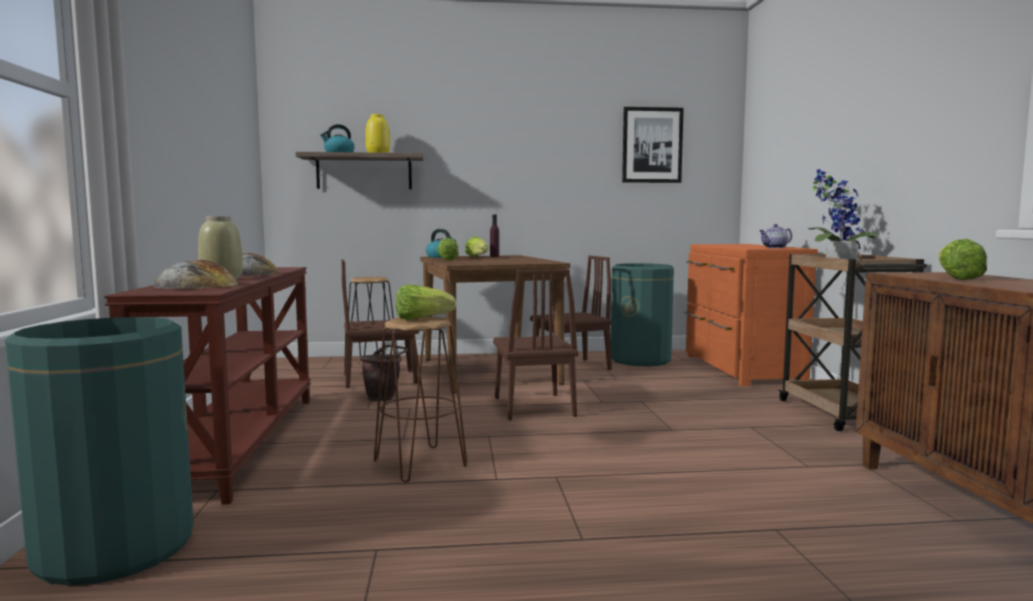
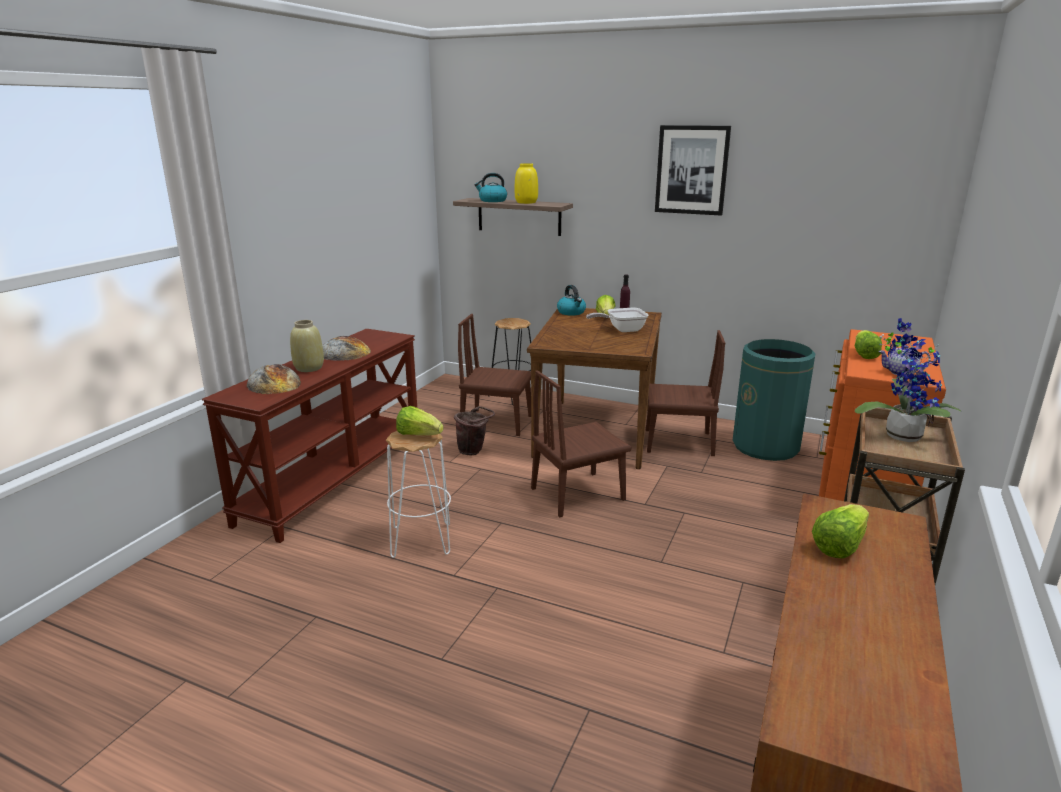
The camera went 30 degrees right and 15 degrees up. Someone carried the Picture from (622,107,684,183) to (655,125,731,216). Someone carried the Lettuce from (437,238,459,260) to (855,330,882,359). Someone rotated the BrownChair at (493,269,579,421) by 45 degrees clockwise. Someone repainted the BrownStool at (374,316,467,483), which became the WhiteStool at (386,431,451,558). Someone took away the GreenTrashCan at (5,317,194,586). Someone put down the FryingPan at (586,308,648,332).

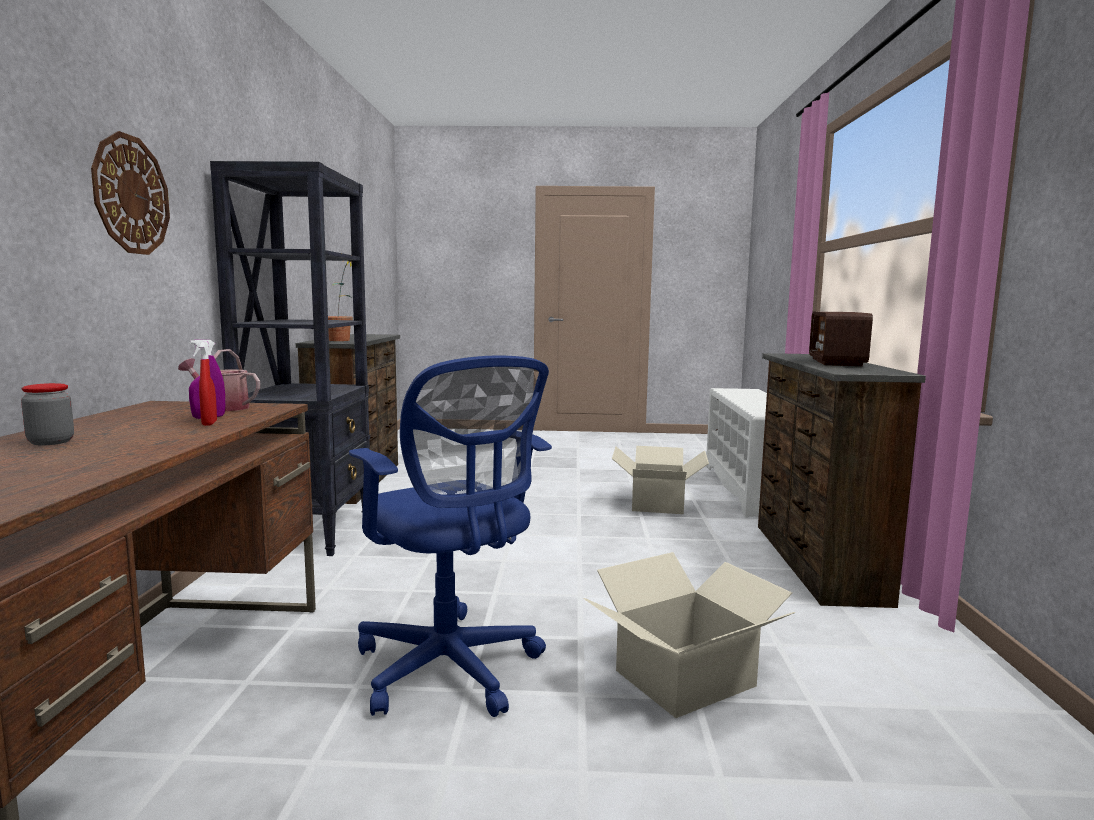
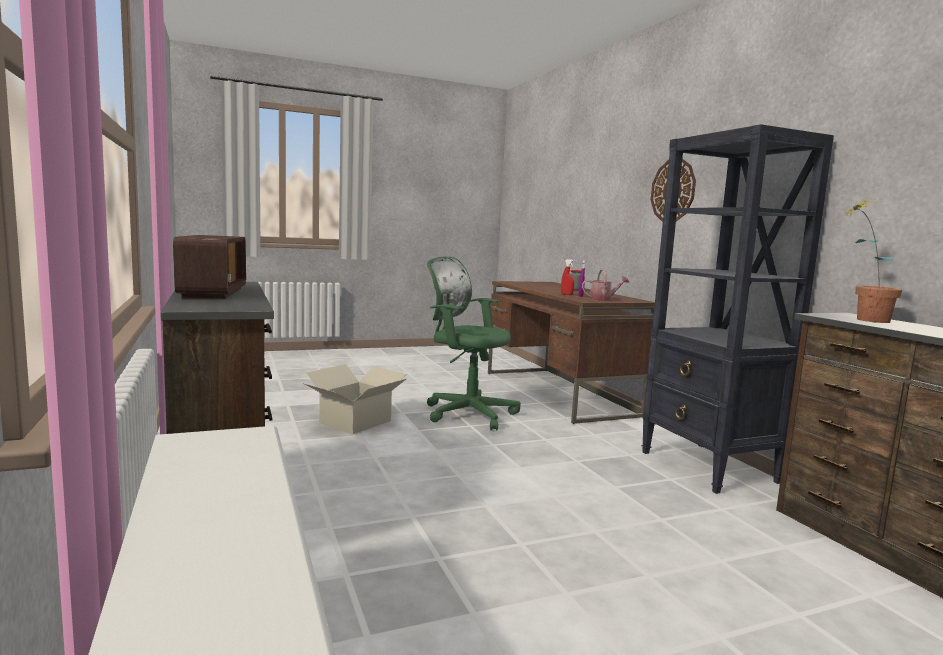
The camera went 155 degrees right and 0 degrees up. Someone repainted the BlueOfficeChair at (349,355,552,717), which became the GreenOfficeChair at (427,257,521,431). Someone took away the CardboardBox at (612,446,709,514).

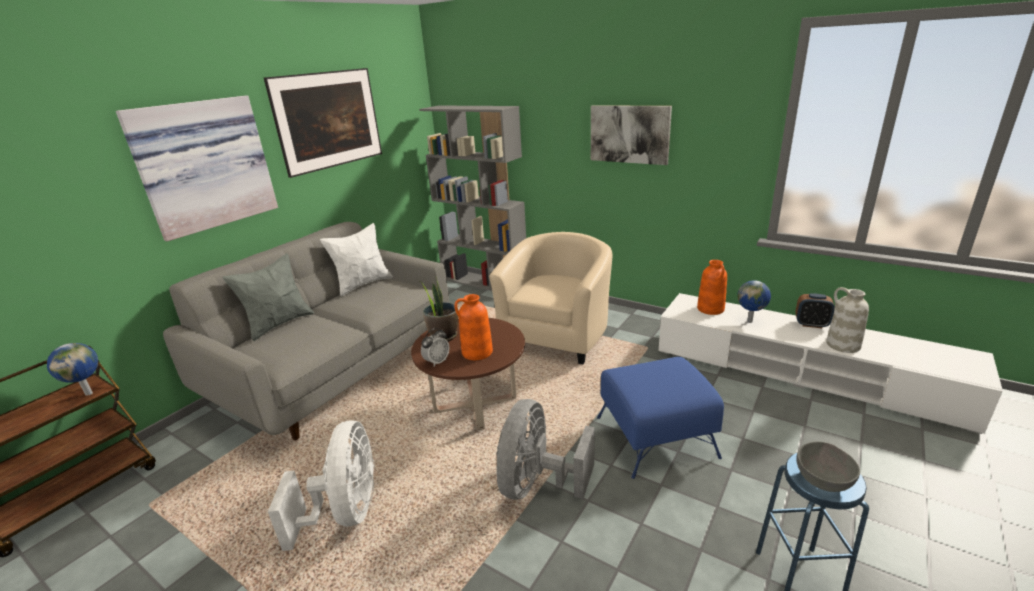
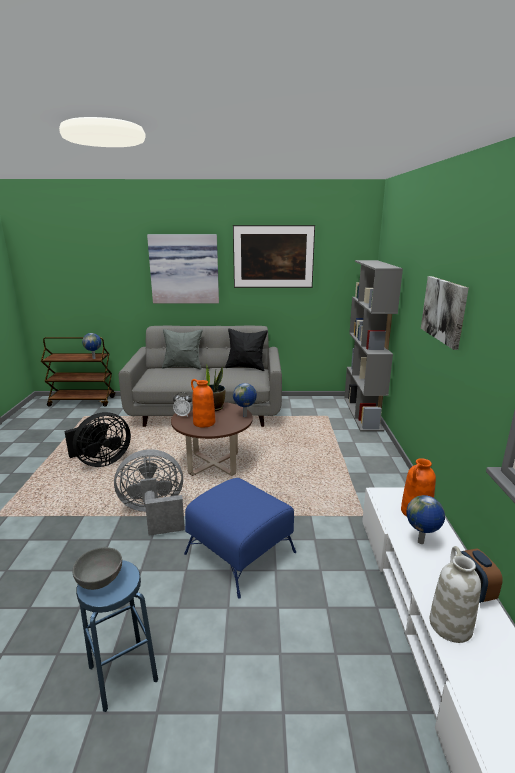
The camera went 55 degrees right and 5 degrees down. Someone repainted the WhitePillow at (320,223,393,297), which became the BlackPillow at (225,329,268,371). Someone took away the BeigeArmchair at (489,232,612,364). Someone repainted the WhiteFan at (268,420,375,551), which became the BlackFan at (64,412,131,467). Someone put down the Globe at (233,383,257,417).

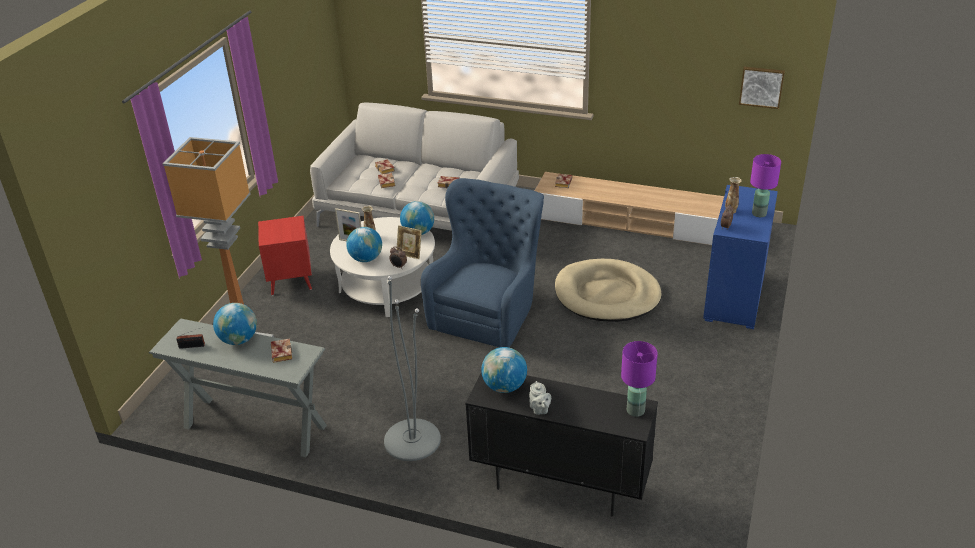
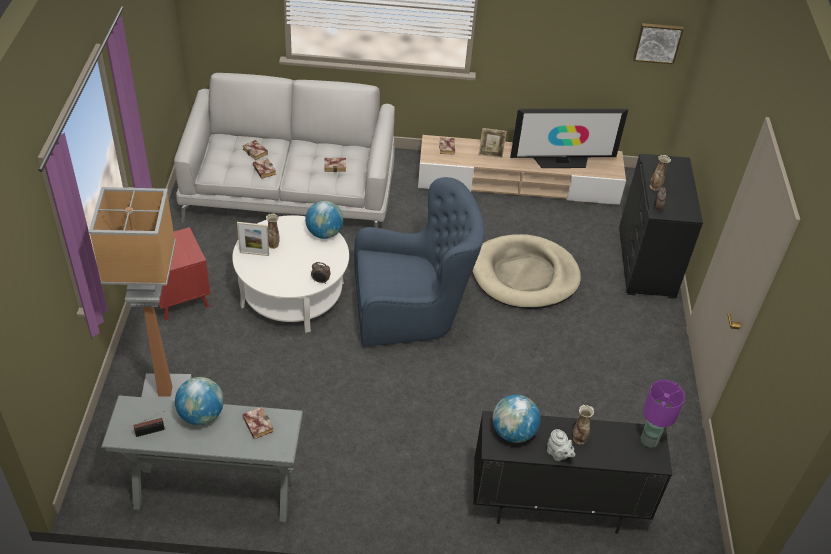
The camera went 20 degrees left and 10 degrees up. Someone took away the PurpleTableLamp at (750,154,781,217). Someone rotated the BlueArmchair at (421,178,544,348) by 75 degrees clockwise. Someone repainted the BlueDresser at (703,185,778,329), which became the BlackDresser at (619,154,703,299). Someone carried the PictureFrame from (397,225,422,259) to (479,128,507,158). Someone took away the Globe at (346,227,382,262). Someone took away the GreyFloorLamp at (384,276,441,461). Someone put down the Television at (510,109,629,168). Someone put down the Vase at (573,405,594,445).

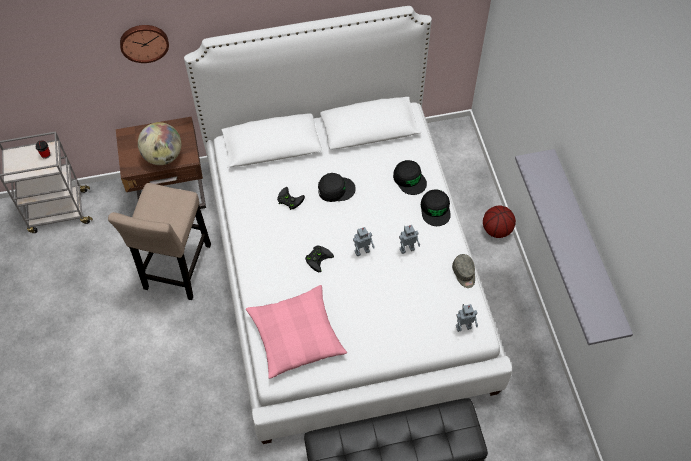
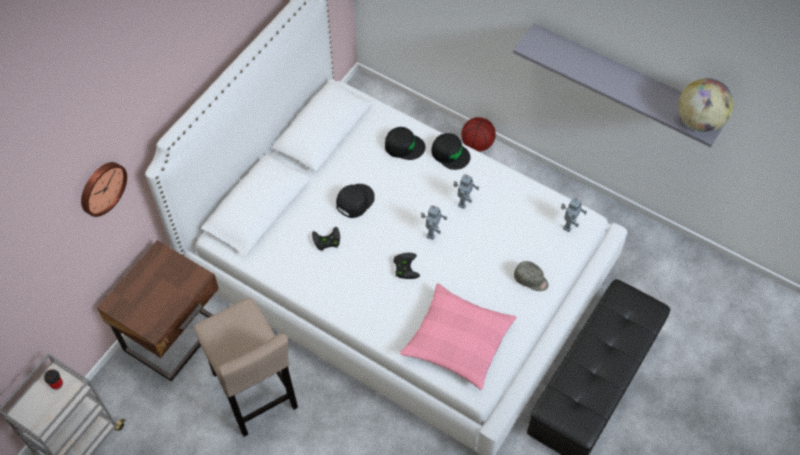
The camera went 45 degrees left and 0 degrees up. Someone carried the Globe from (138,122,181,165) to (678,78,734,132). Someone carried the GreyCap from (452,254,475,288) to (514,261,549,291).

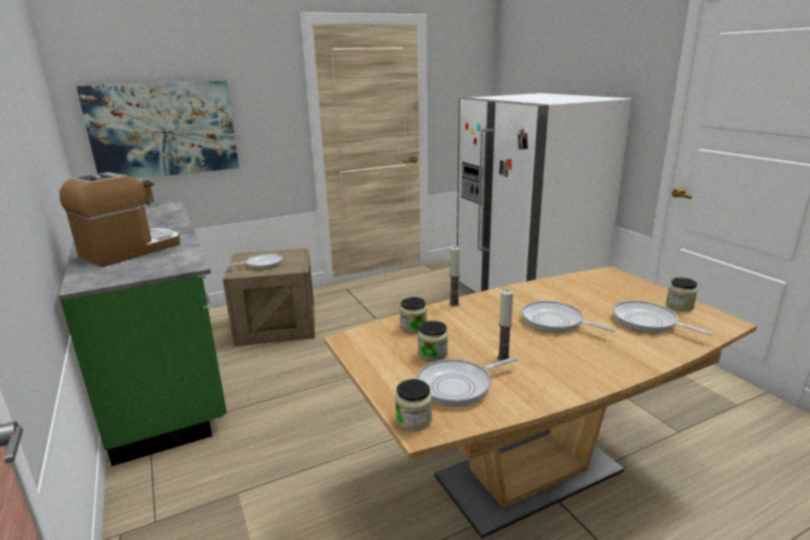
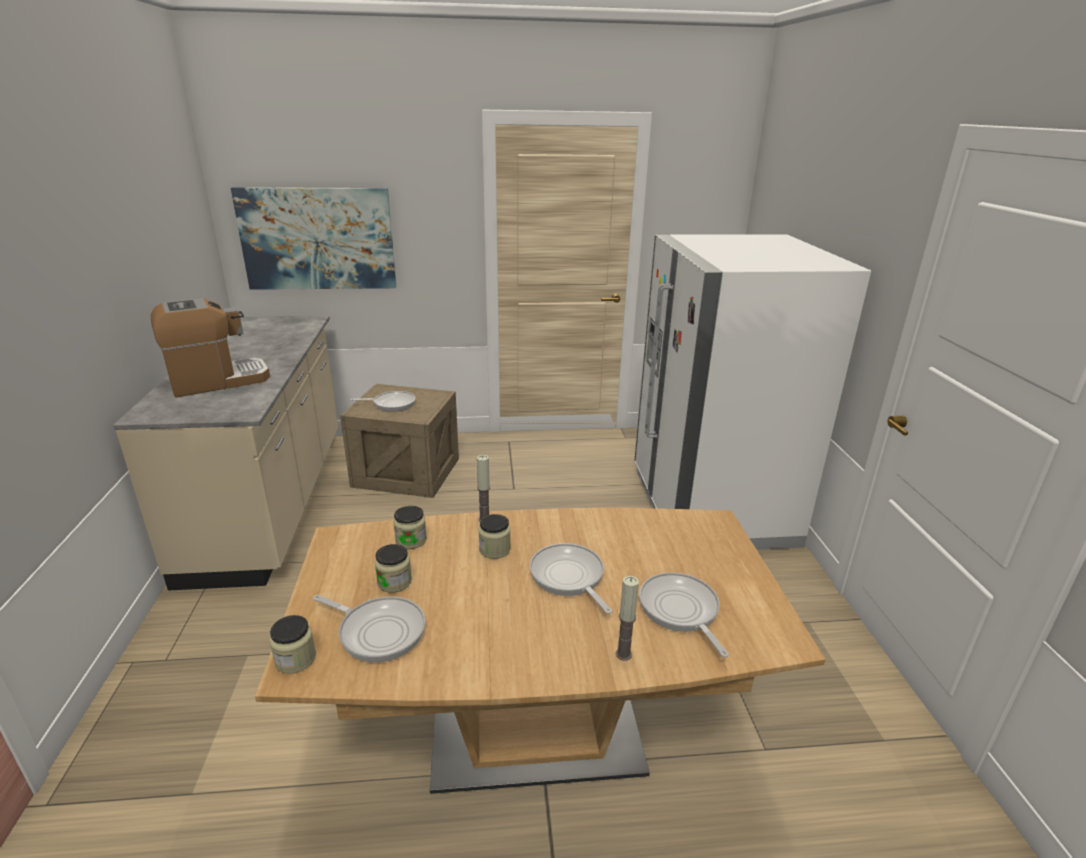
The camera went 20 degrees right and 5 degrees up. Someone repainted the GreenCounter at (59,199,227,466), which became the BeigeCounter at (113,316,338,591). Someone carried the Jar from (666,277,698,312) to (479,514,511,559). Someone carried the Candle from (497,290,513,361) to (616,576,639,661). Someone rotated the FryingPan at (417,357,518,407) by 150 degrees counterclockwise.

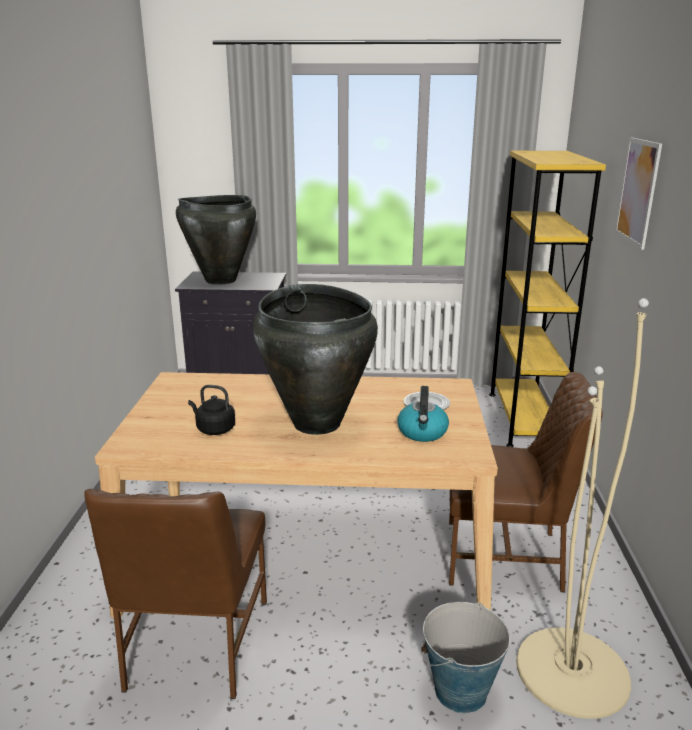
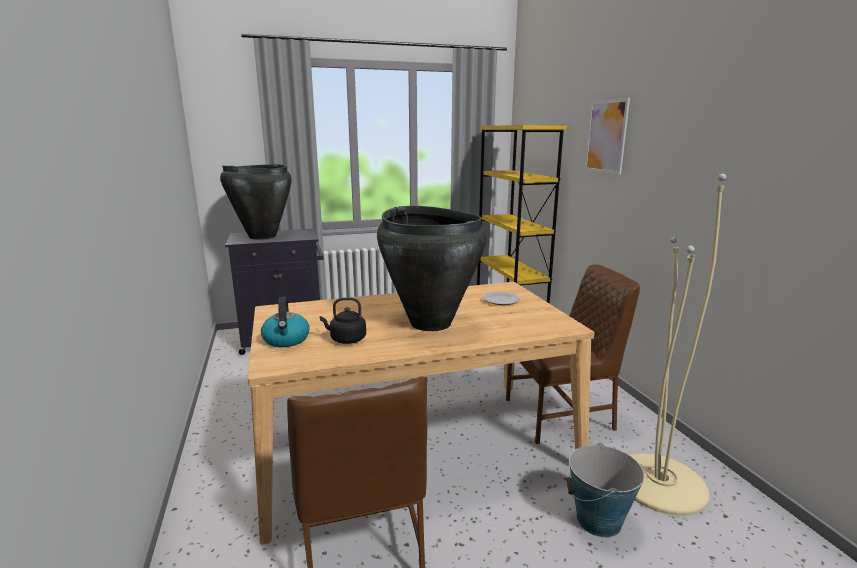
The camera went 20 degrees left and 5 degrees down. Someone carried the Kettle from (397,386,449,442) to (261,297,310,347).

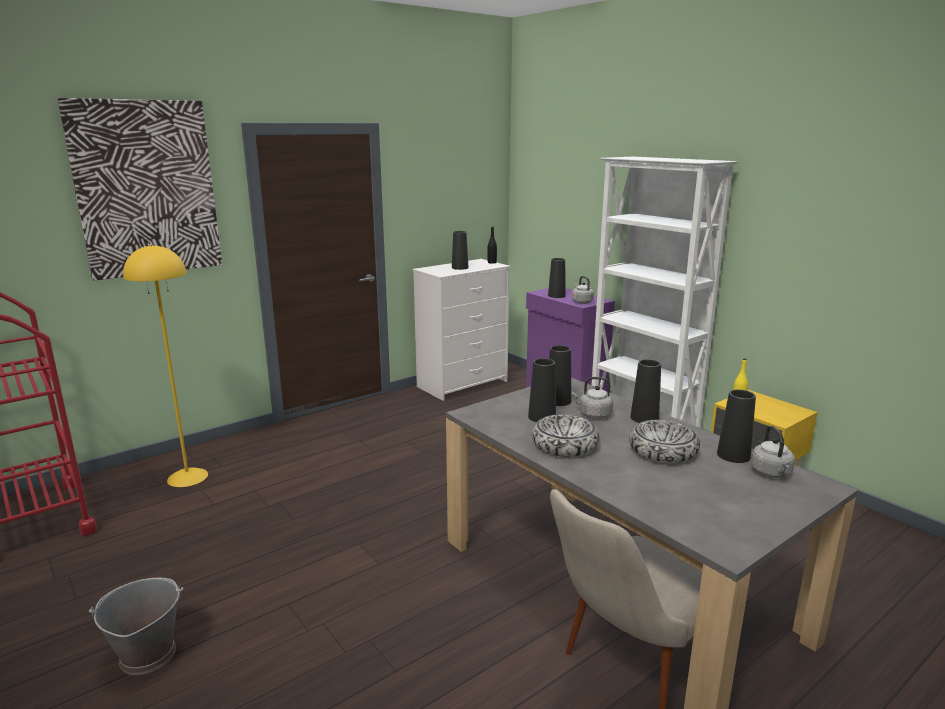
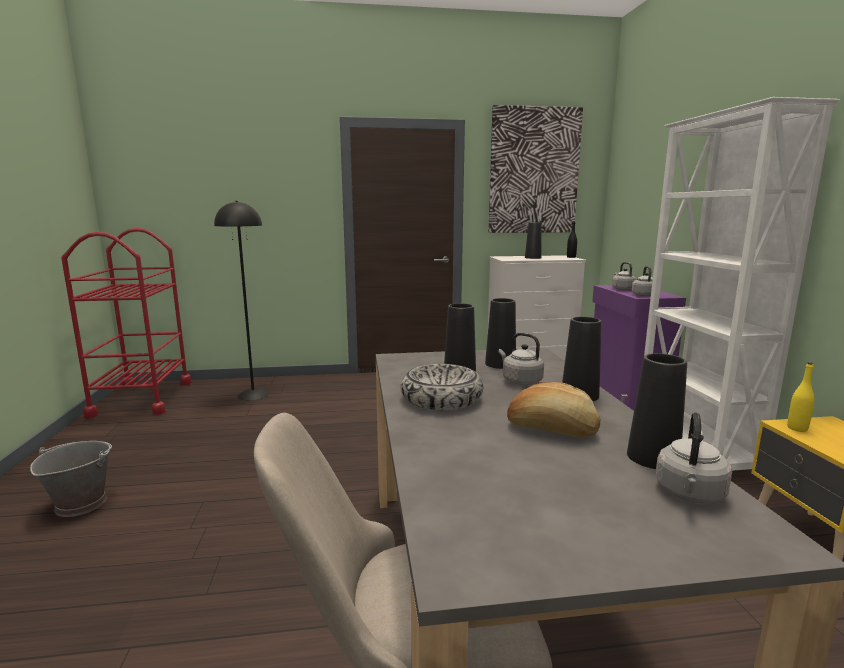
The camera went 30 degrees right and 5 degrees down. Someone carried the Picture from (58,98,222,281) to (488,105,583,233). Someone repainted the YellowFloorLamp at (123,244,208,487), which became the BlackFloorLamp at (214,201,269,400). Someone swapped the BlackVase at (548,258,566,298) for the GreyKettle at (612,262,636,291). Someone swapped the Bowl at (629,420,700,463) for the Bread at (507,382,600,437).

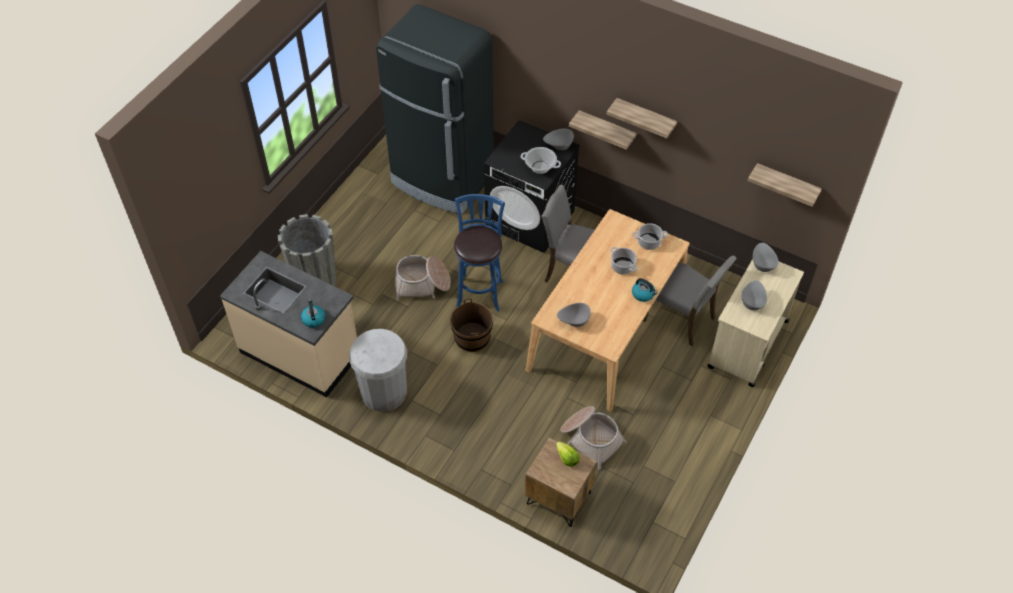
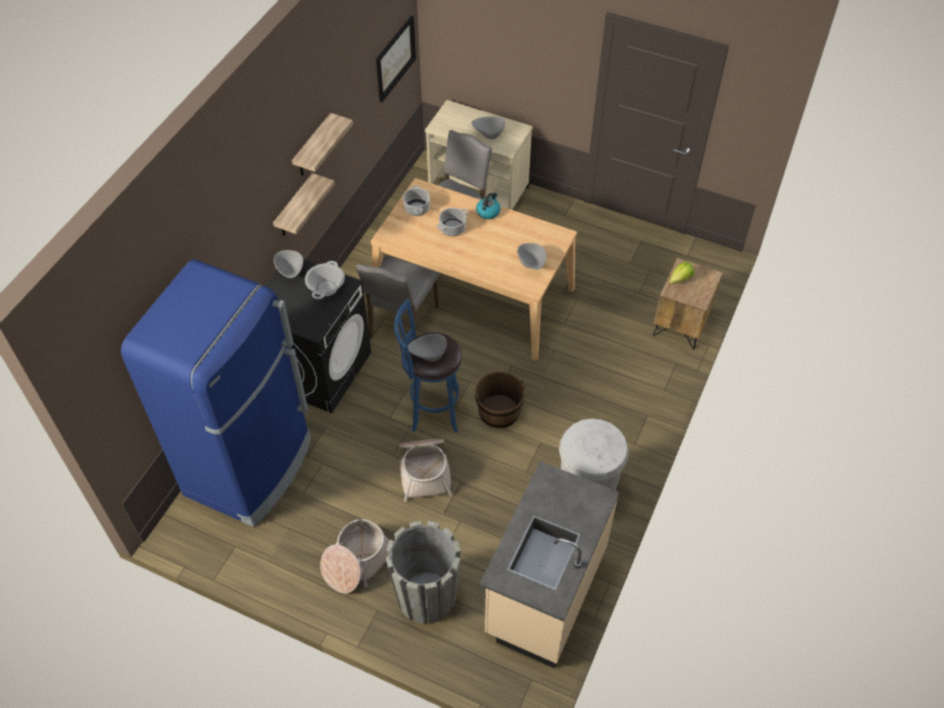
The camera went 95 degrees left and 0 degrees up. Someone repainted the BlackFridge at (376,4,494,214), which became the BlueFridge at (121,259,311,527). Someone swapped the Shelf at (748,163,822,207) for the Picture at (376,16,416,102). Someone carried the GreyBowl from (753,243,778,272) to (407,334,447,362). Someone took away the Kettle at (301,299,325,328). Someone carried the Basket from (560,406,627,470) to (320,519,389,593).

